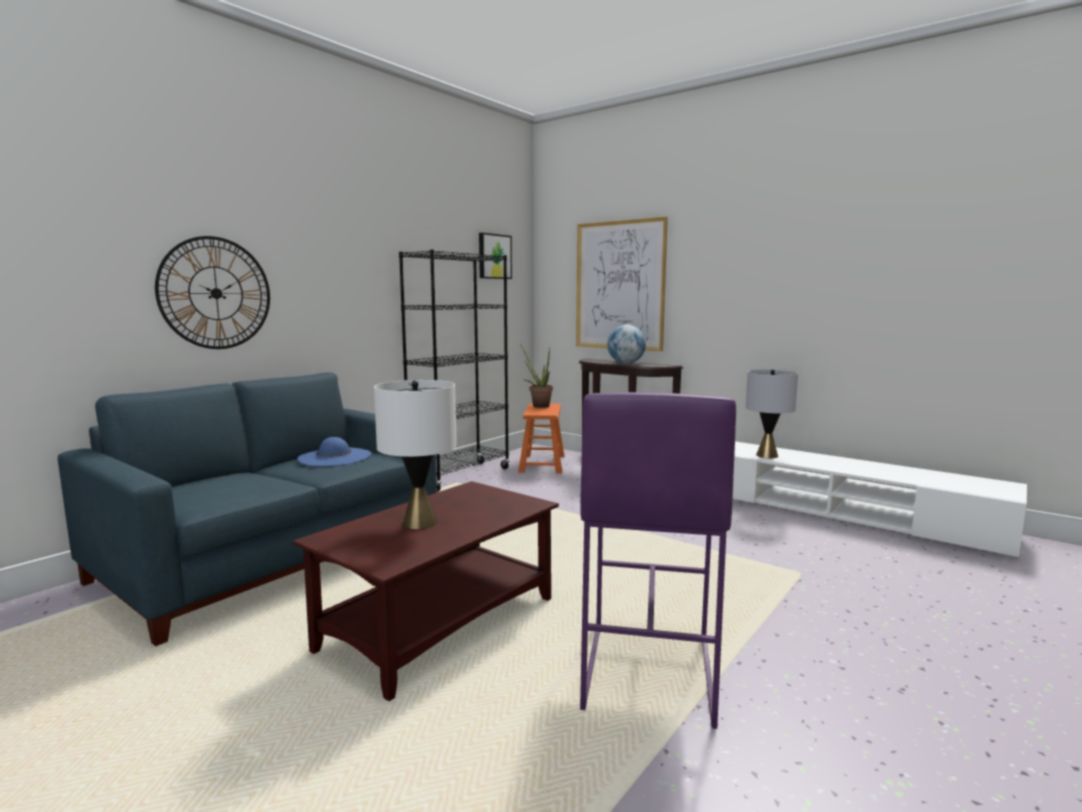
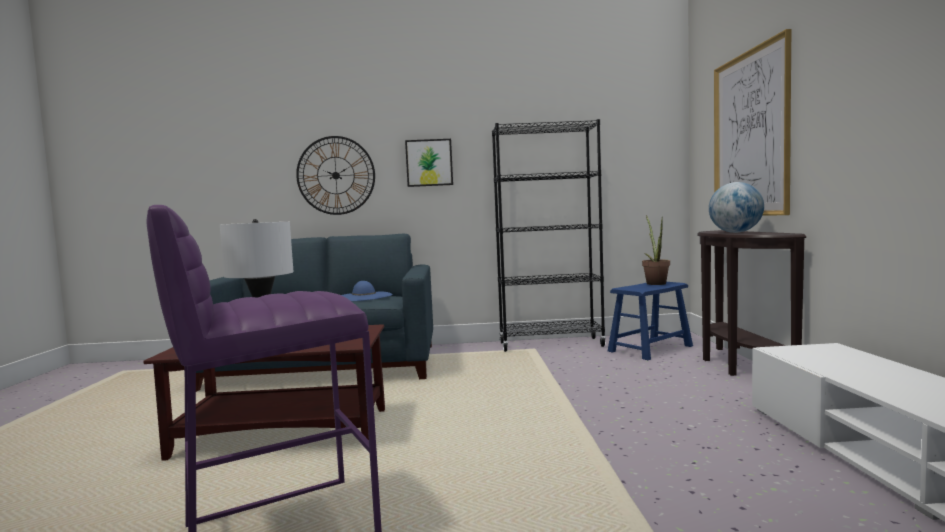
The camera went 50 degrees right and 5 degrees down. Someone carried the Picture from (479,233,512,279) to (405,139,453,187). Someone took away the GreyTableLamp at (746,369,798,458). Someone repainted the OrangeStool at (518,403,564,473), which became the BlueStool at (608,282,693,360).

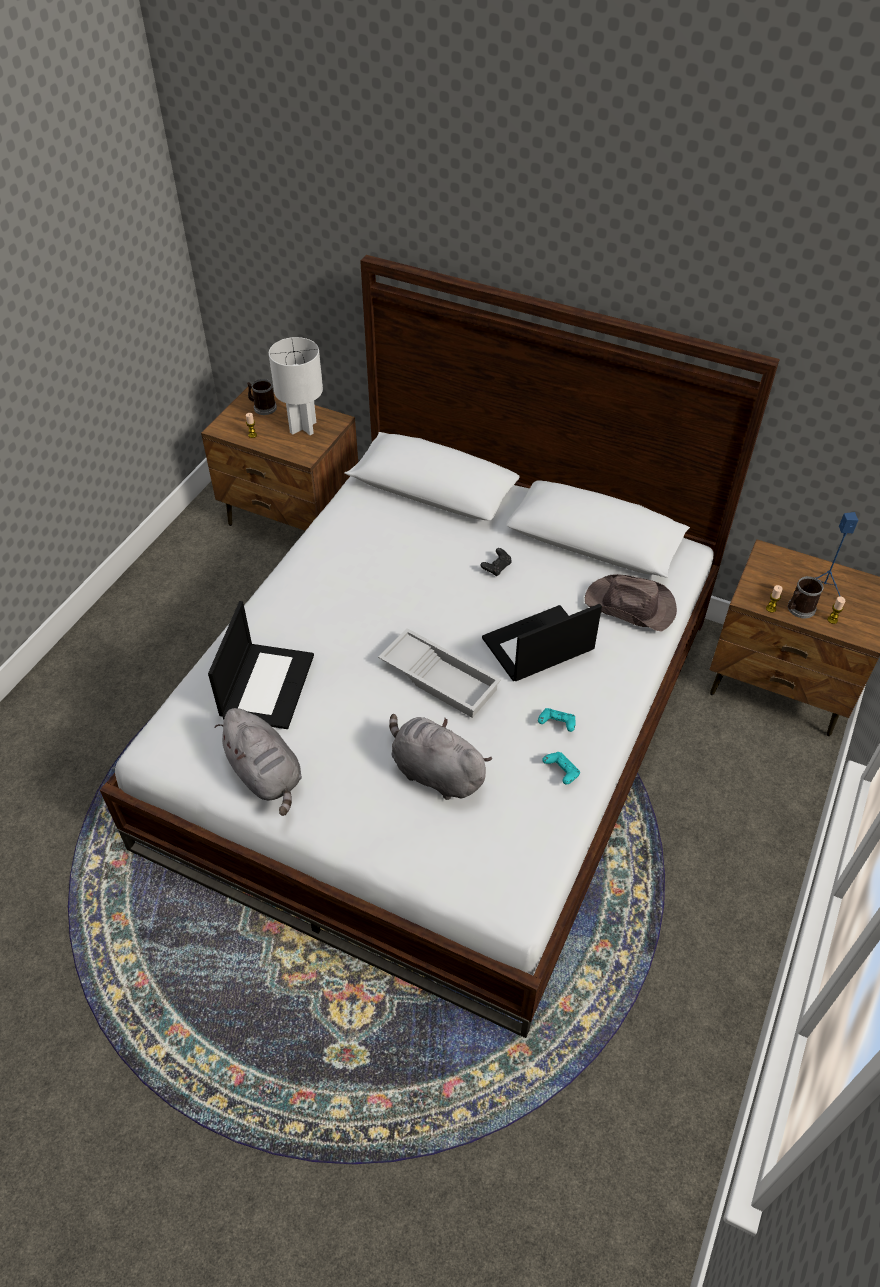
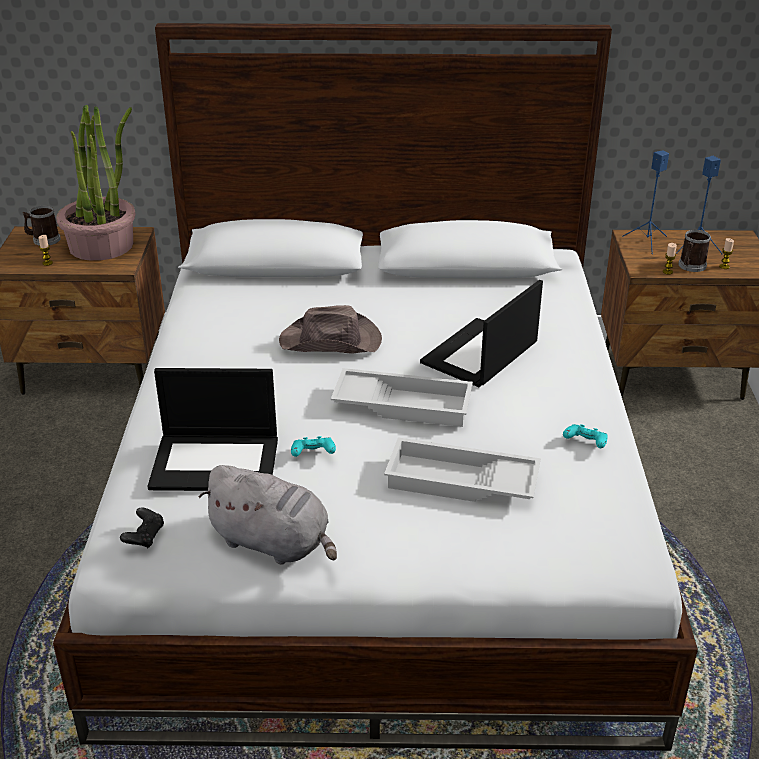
The camera went 25 degrees left and 15 degrees down. Someone swapped the WhiteTableLamp at (269,337,323,435) for the PottedPlant at (56,105,135,261). Someone carried the BlackGameController from (480,548,512,576) to (120,507,164,548). Someone carried the BrownHat from (585,574,677,632) to (279,305,382,354). Someone rotated the Laptop at (208,601,314,729) by 105 degrees clockwise. Someone carried the TurquoiseGameController from (538,708,576,732) to (291,436,336,457). Someone swapped the GreyPlushToy at (389,714,492,800) for the WhiteTray at (384,437,541,502). Someone put down the BlueSpeaker at (622,151,669,254).

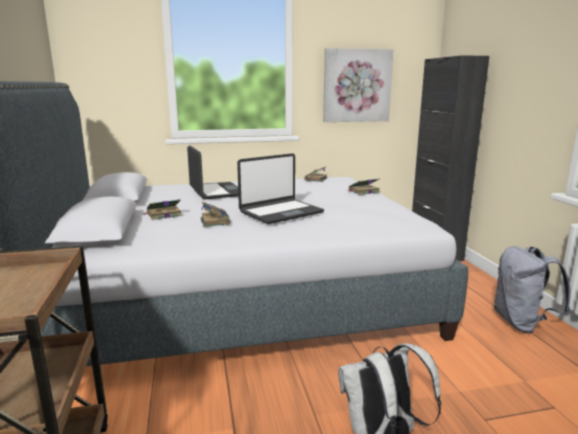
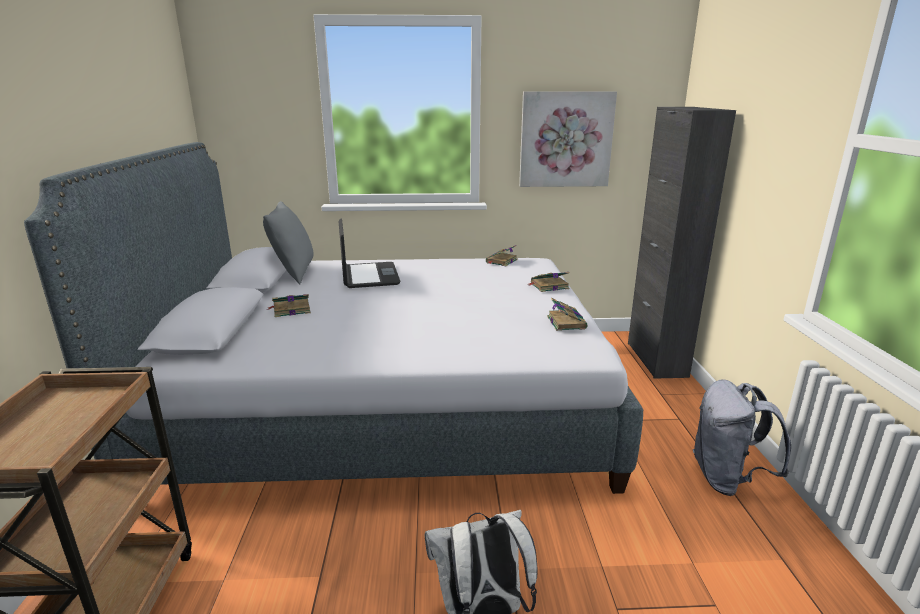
The camera went 10 degrees right and 5 degrees up. Someone took away the Laptop at (237,153,324,224). Someone carried the Book from (201,201,230,227) to (547,298,587,331). Someone put down the GreyPillow at (263,201,314,284).

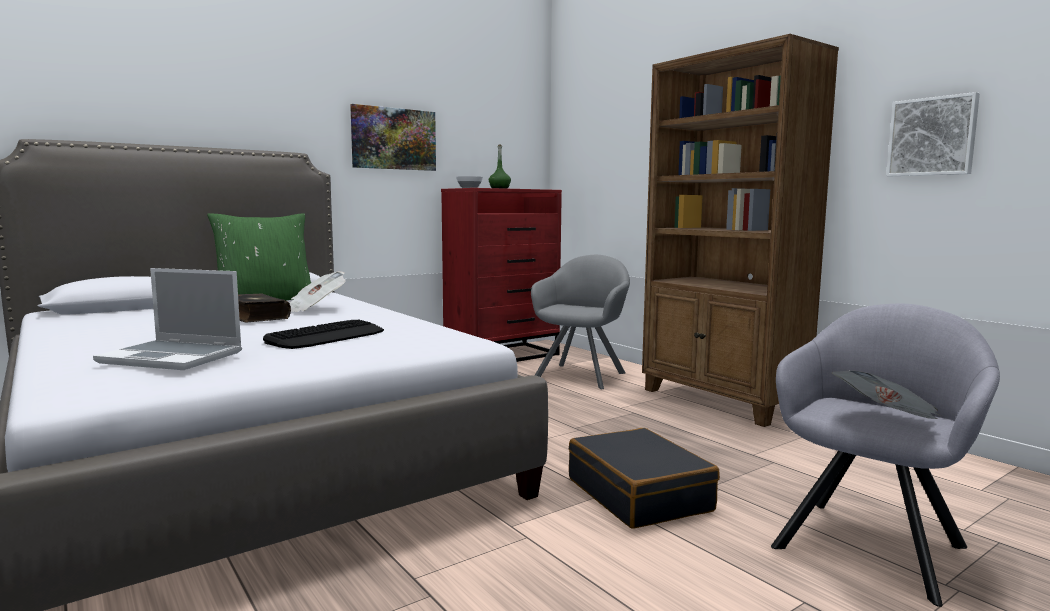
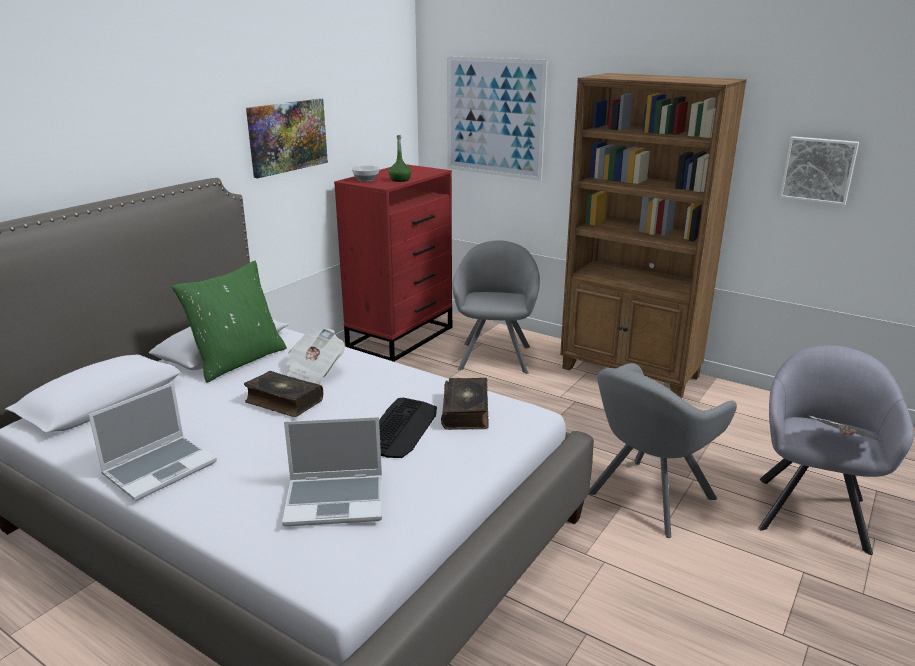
The camera went 20 degrees left and 15 degrees up. Someone swapped the BlackSuitcase at (568,428,720,529) for the GreyArmchair at (588,363,737,538). Someone put up the Picture at (447,56,547,181). Someone put down the Book at (441,378,489,430). Someone put down the Laptop at (88,382,217,501).

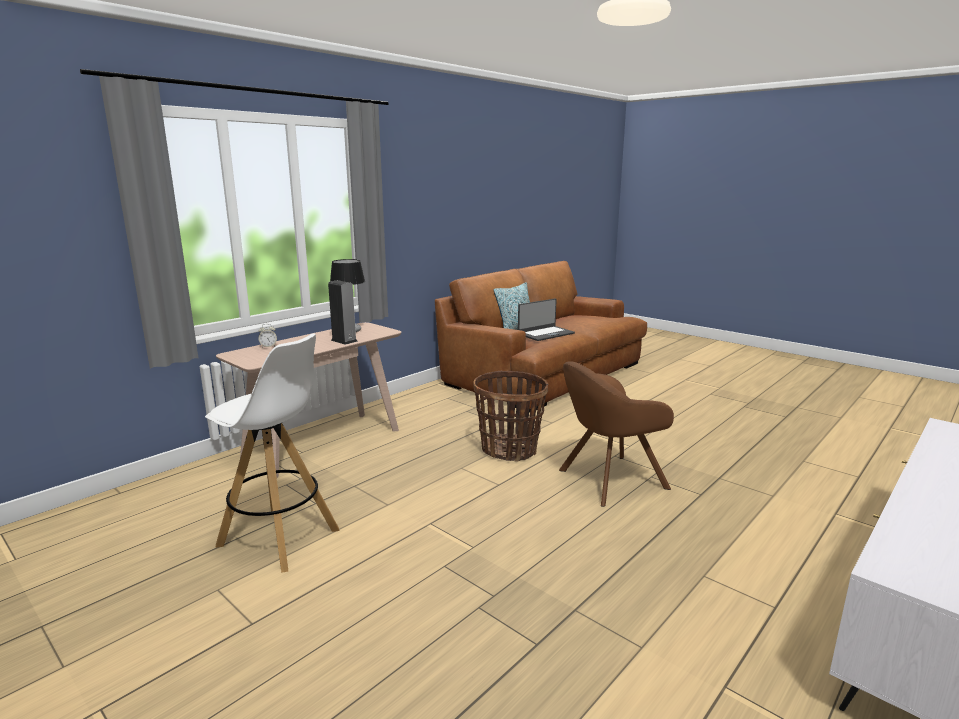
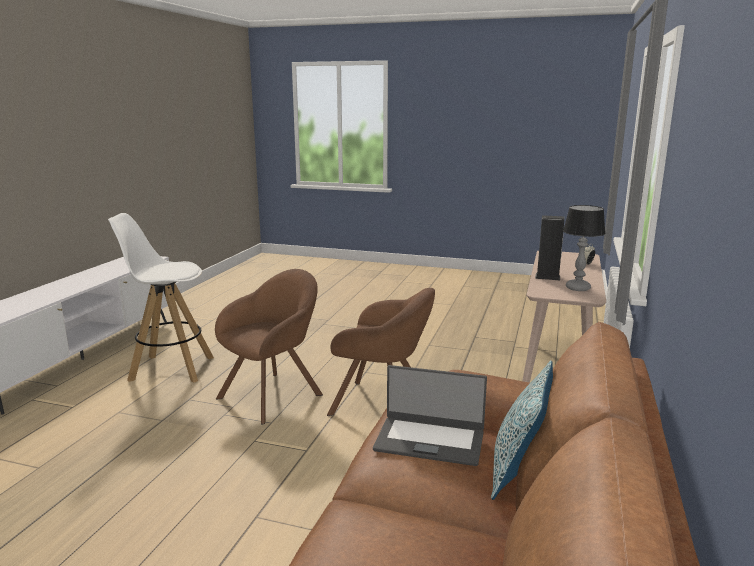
The camera went 155 degrees right and 0 degrees up. Someone rotated the Laptop at (518,299,575,341) by 105 degrees counterclockwise. Someone carried the WhiteStool from (205,333,340,573) to (108,213,214,382). Someone swapped the Basket at (473,370,548,461) for the BrownArmchair at (327,288,435,416).

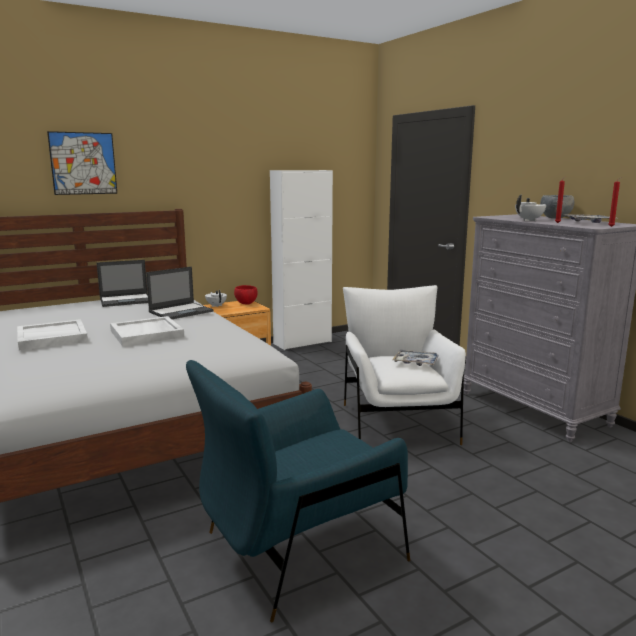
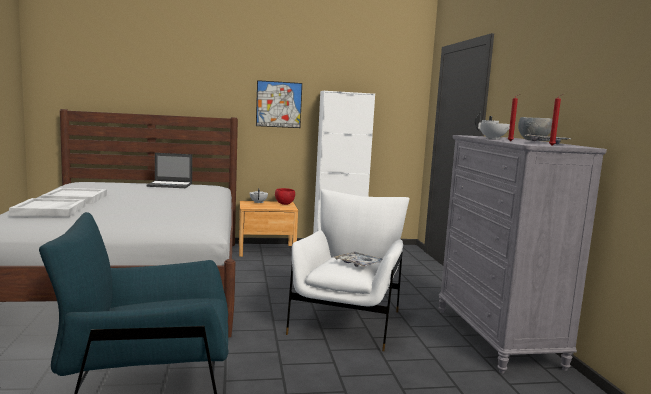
The camera went 20 degrees right and 5 degrees down. Someone carried the Picture from (47,131,117,195) to (256,80,302,128). Someone took away the Laptop at (146,266,214,319). Someone carried the WhiteTray from (110,316,185,346) to (9,198,86,217).

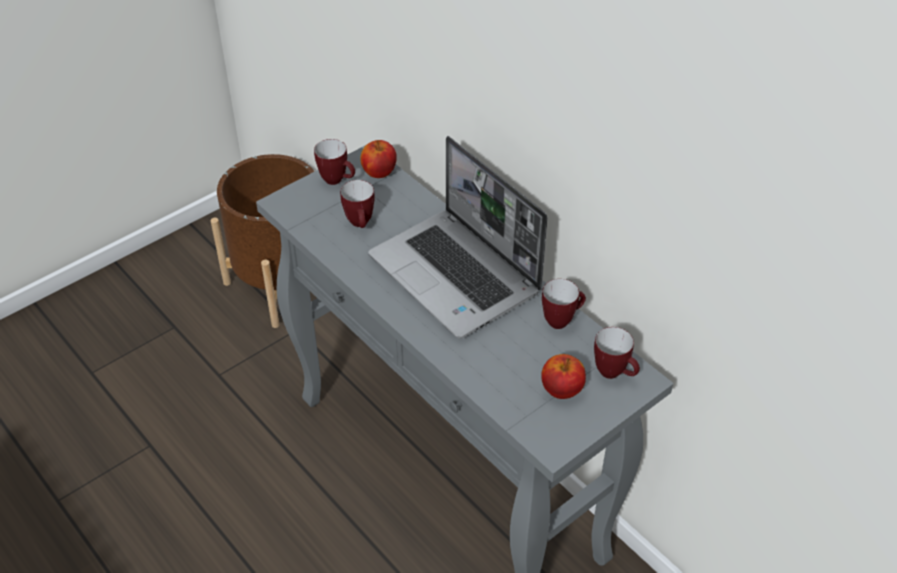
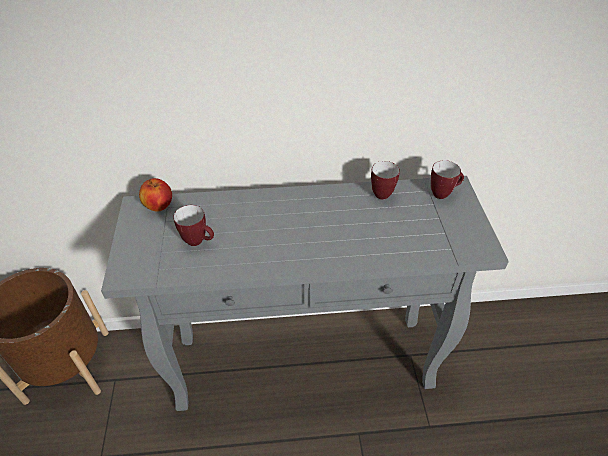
The camera went 55 degrees left and 0 degrees up. Someone took away the Laptop at (368,136,548,338). Someone took away the Mug at (314,139,355,185). Someone took away the Apple at (541,354,586,399).

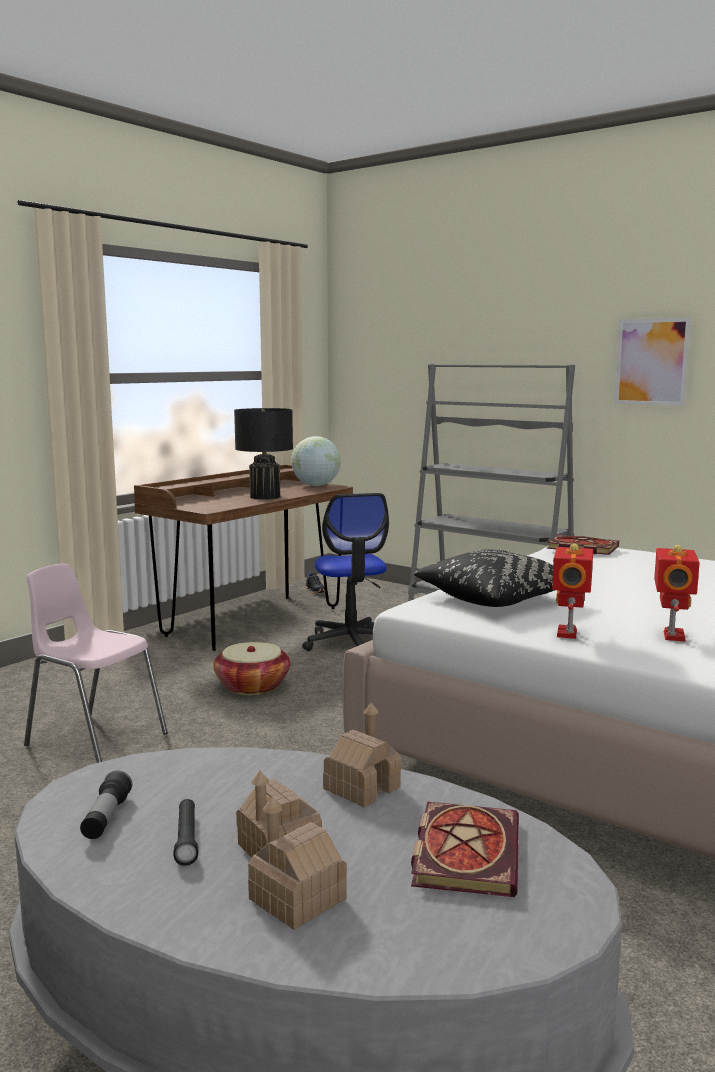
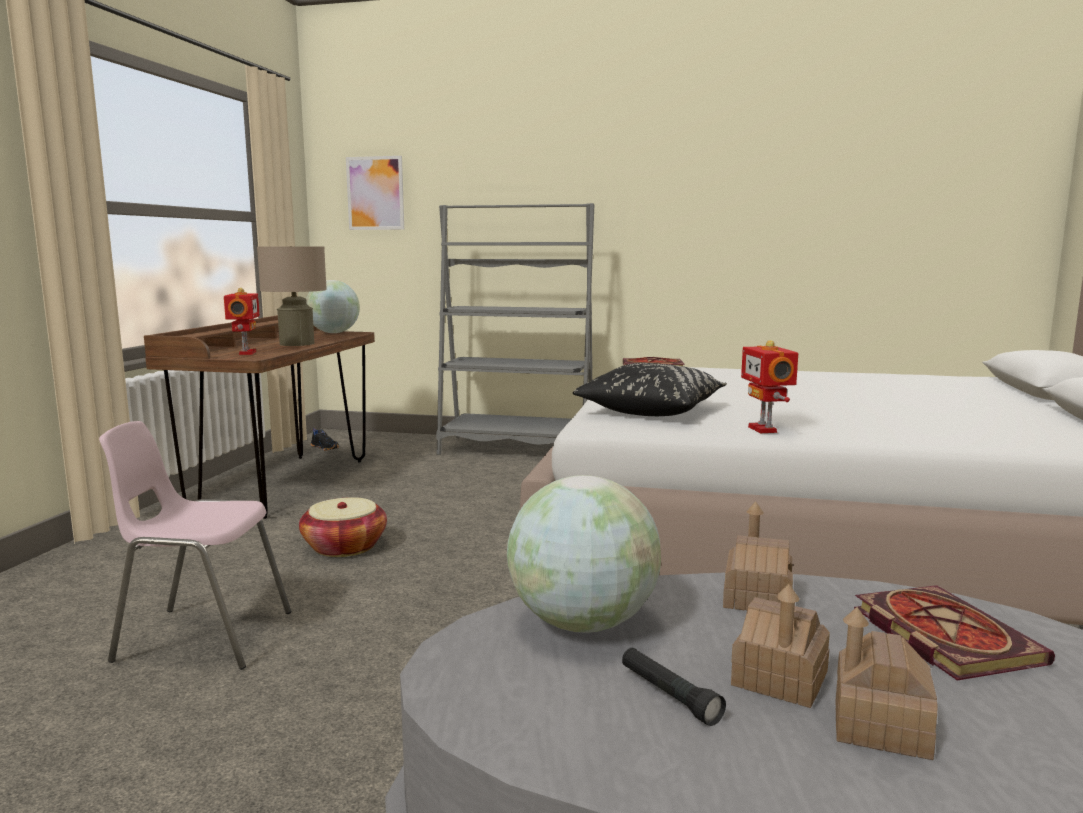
The camera went 25 degrees left and 0 degrees up. Someone carried the Picture from (614,318,691,406) to (346,156,404,230). Someone repainted the BlackTableLamp at (234,408,293,500), which became the BeigeTableLamp at (257,246,327,346). Someone took away the OfficeChair at (302,493,389,651). Someone carried the ToyRobot from (654,545,700,642) to (224,288,260,355). Someone took away the Flashlight at (80,770,132,839). Someone put down the Globe at (507,475,661,633).

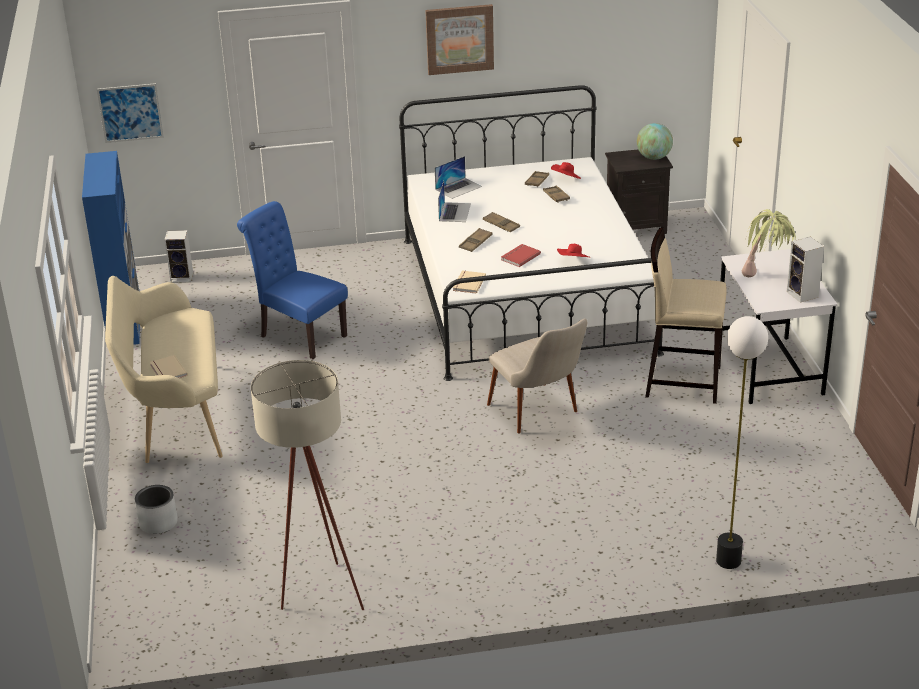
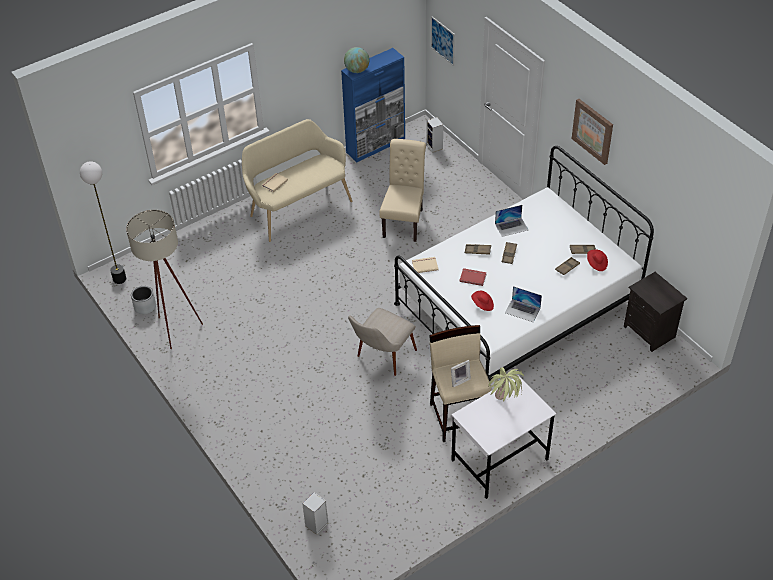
The camera went 65 degrees right and 15 degrees up. Someone carried the Globe from (637,123,673,160) to (344,47,369,73). Someone carried the Laptop from (435,156,482,199) to (505,286,542,322). Someone repainted the BlueChair at (237,201,348,359), which became the BeigeChair at (379,139,426,242). Someone carried the Speaker from (787,236,824,303) to (302,492,328,535). Someone carried the FloorLamp from (716,316,768,569) to (80,161,126,284). Someone carried the GreyPlanter from (135,485,178,534) to (131,286,156,314). Someone put down the PictureFrame at (451,360,471,387).

